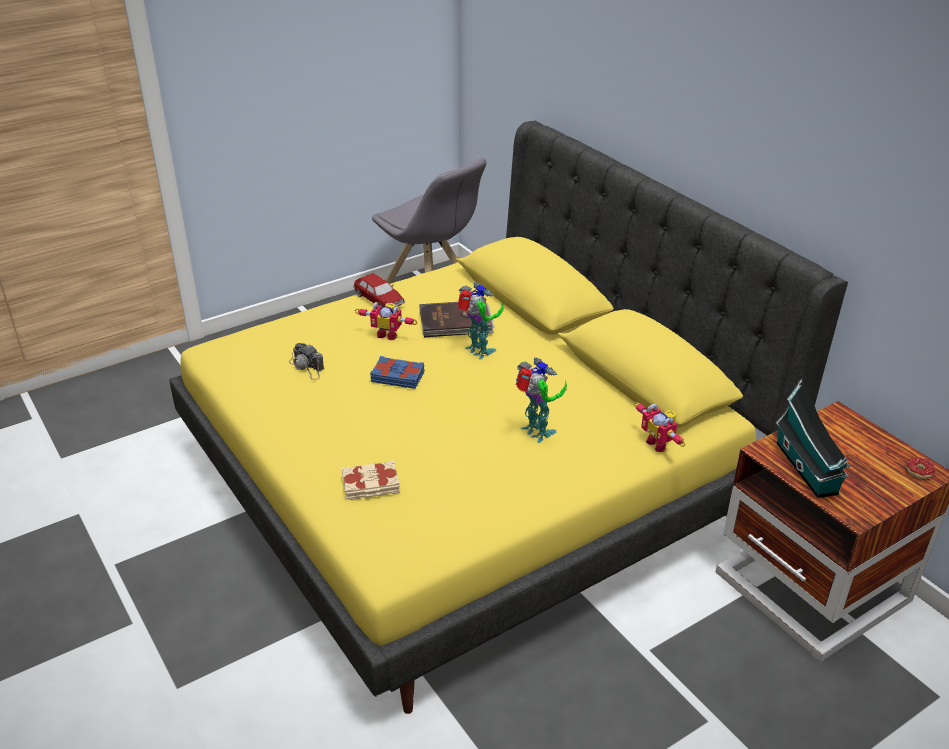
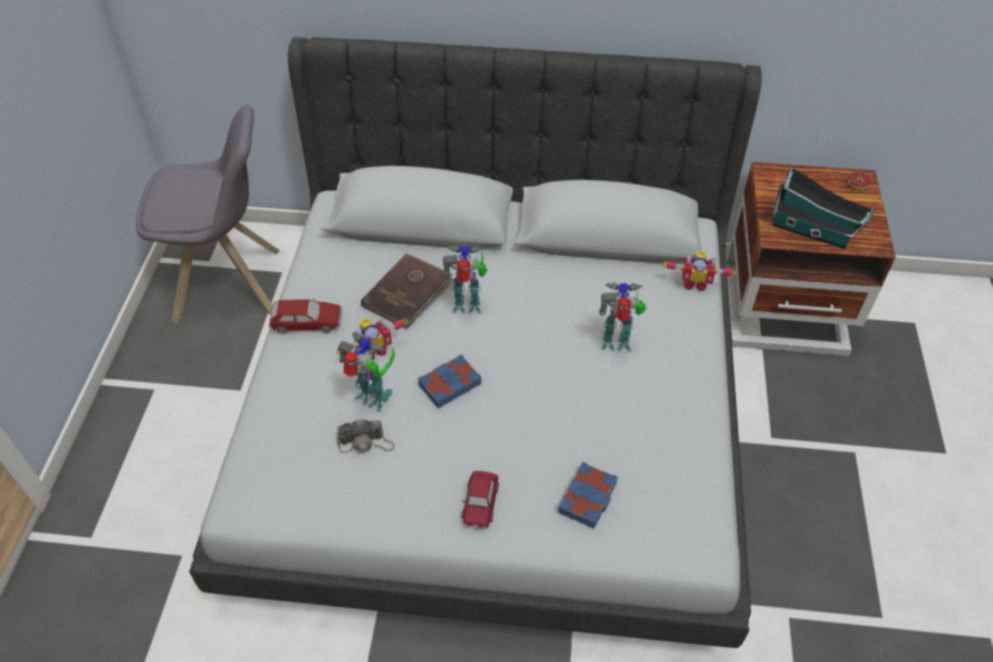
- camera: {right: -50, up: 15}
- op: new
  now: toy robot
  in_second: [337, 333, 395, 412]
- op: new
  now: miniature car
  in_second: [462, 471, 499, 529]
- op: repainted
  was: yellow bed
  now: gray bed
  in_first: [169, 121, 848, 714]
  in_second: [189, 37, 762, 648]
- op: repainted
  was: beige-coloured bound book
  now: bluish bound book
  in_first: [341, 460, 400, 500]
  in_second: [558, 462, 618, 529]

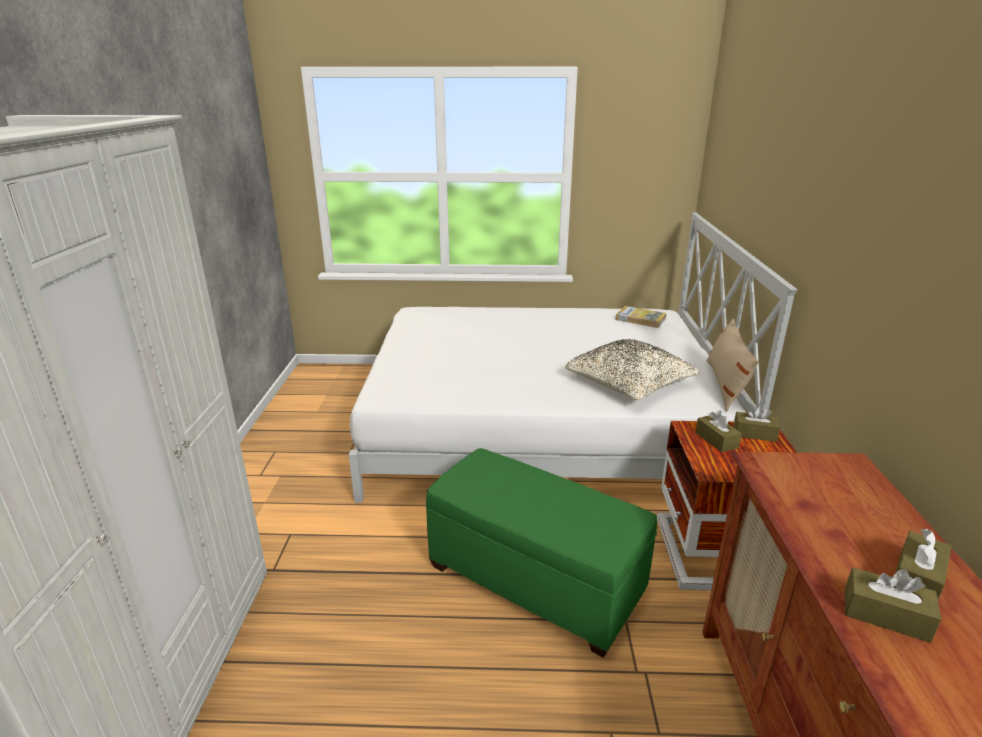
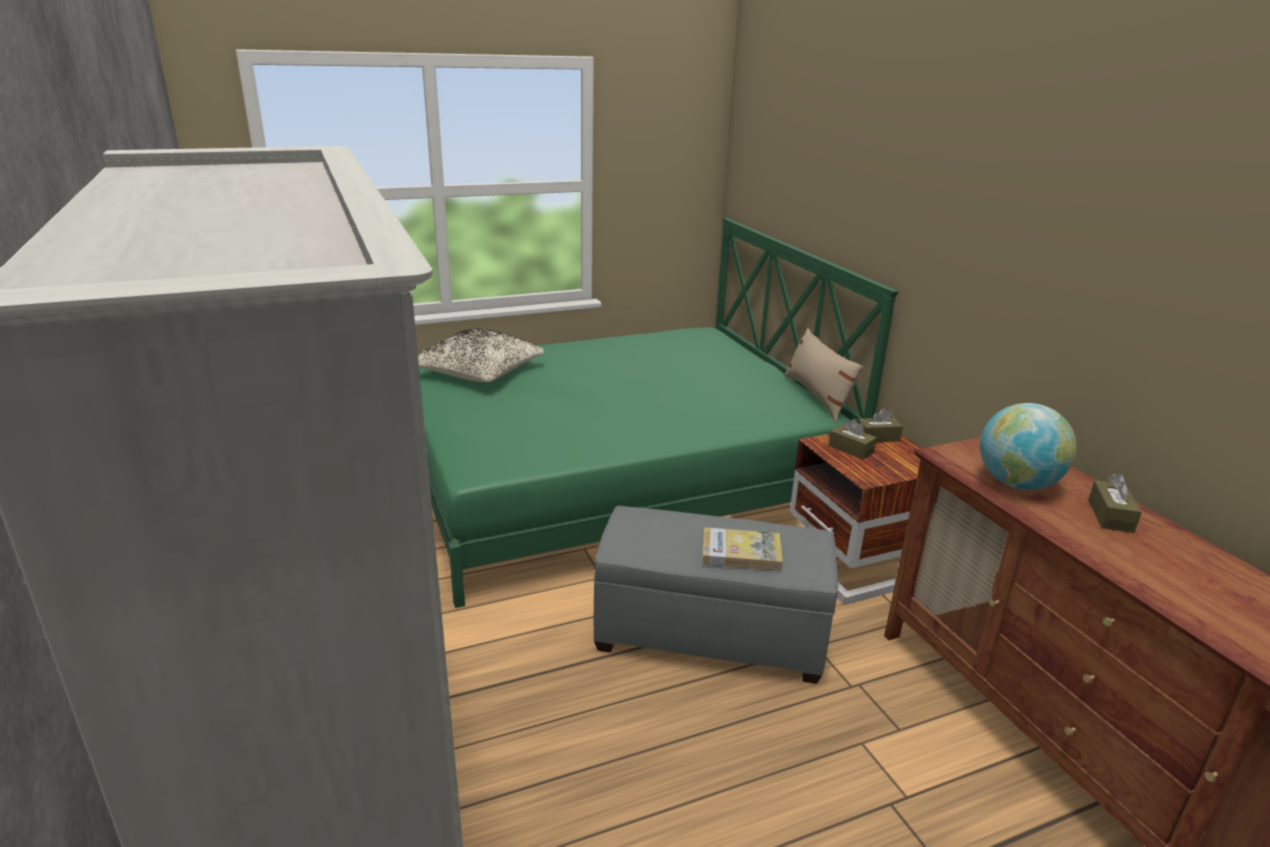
- camera: {right: -25, up: 0}
- op: gone
  was: brown-coloured tissue box
  in_first: [845, 567, 942, 643]
- op: new
  now: desk globe
  in_second: [980, 403, 1077, 490]
- op: shifted
  was: beige-coloured pillow
  in_first: [565, 339, 699, 400]
  in_second: [418, 328, 545, 382]
- op: shifted
  was: bound book
  in_first: [615, 306, 667, 328]
  in_second: [702, 527, 783, 571]
- op: repainted
  was: whitish bed
  now: green bed
  in_first: [349, 212, 797, 503]
  in_second: [419, 218, 899, 608]
- op: repainted
  was: green footrest
  now: gray footrest
  in_first: [426, 448, 657, 658]
  in_second: [594, 506, 838, 684]

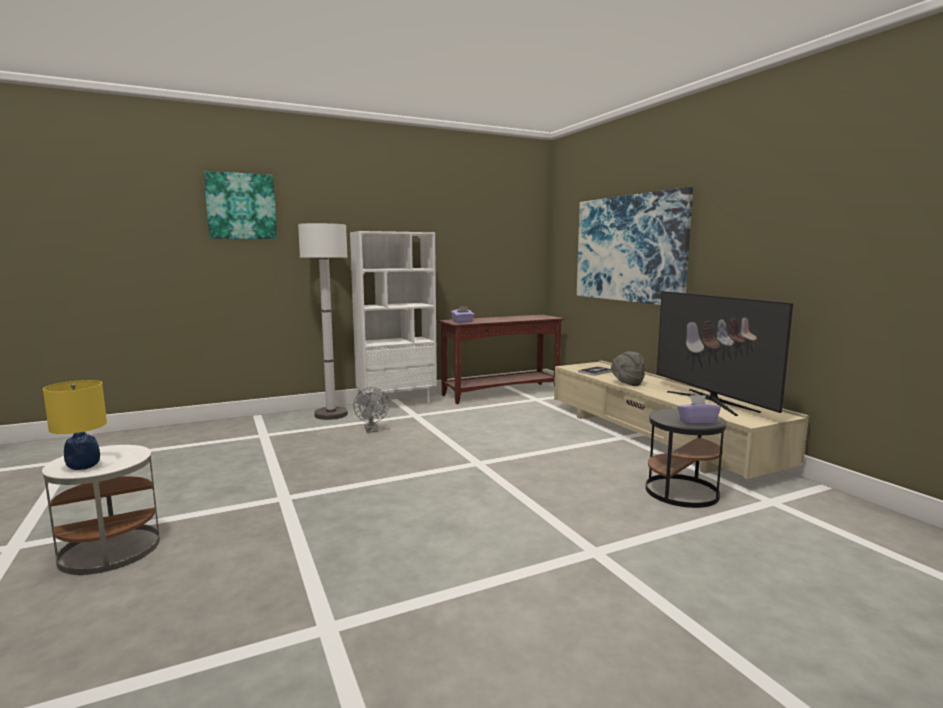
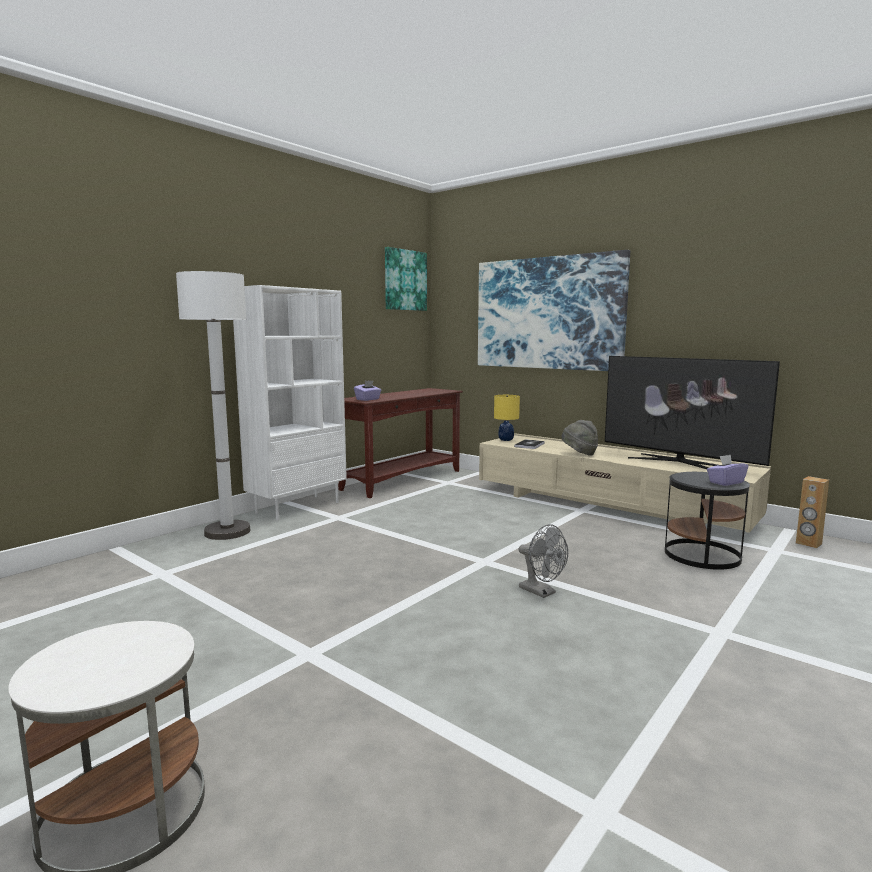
- camera: {right: -25, up: 0}
- op: new
  now: brown-coloured speaker
  in_second: [796, 476, 829, 548]
- op: shifted
  was: yellow tabletop lamp
  in_first: [43, 380, 107, 470]
  in_second: [494, 395, 520, 441]
- op: shifted
  was: picture
  in_first: [204, 171, 277, 239]
  in_second: [385, 247, 427, 311]
- op: shifted
  was: gray fan
  in_first: [353, 387, 389, 433]
  in_second: [519, 524, 568, 598]

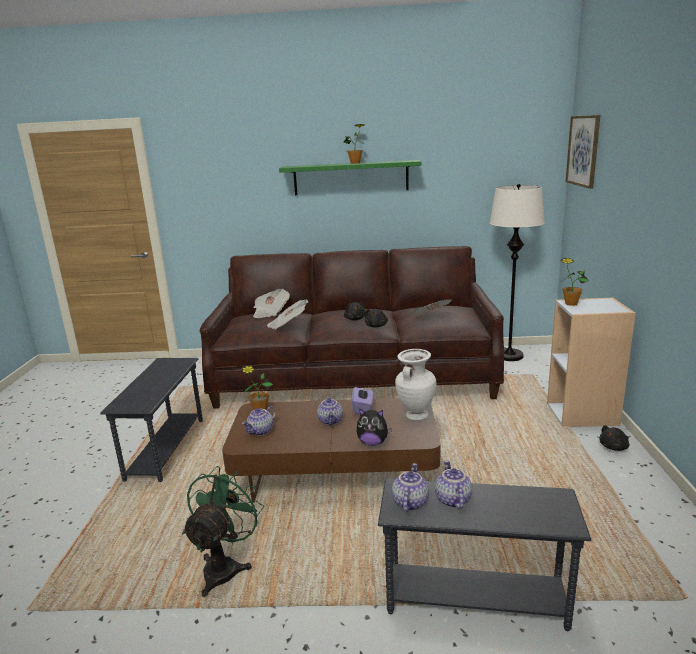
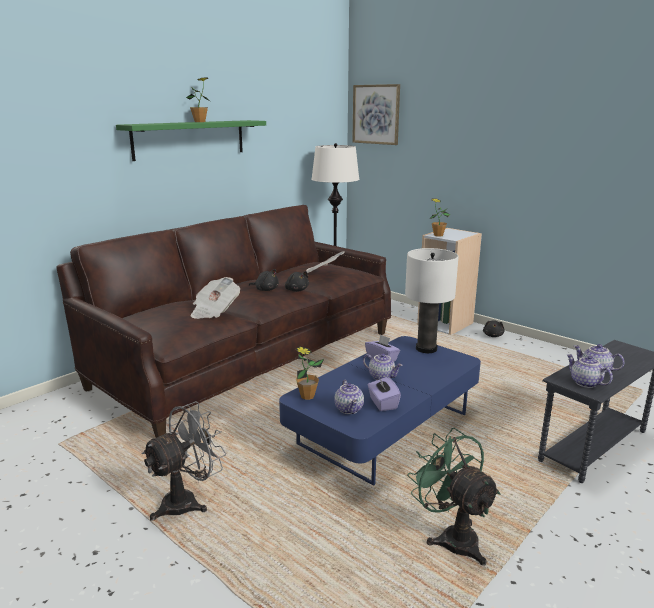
- camera: {right: -50, up: 0}
- op: gone
  was: newspaper
  in_first: [253, 289, 290, 318]
- op: gone
  was: soft toy
  in_first: [356, 408, 392, 446]
- op: new
  now: purple-coloured tissue box
  in_second: [367, 375, 401, 411]
- op: swapped
  was: gray accent table
  now: gray fan
  in_first: [100, 358, 203, 482]
  in_second: [142, 401, 226, 520]
- op: swapped
  was: whitish decorative vase
  now: whitish tabletop lamp
  in_first: [395, 349, 436, 421]
  in_second: [405, 248, 459, 353]
- op: repainted
  was: brown-coloured lounge table
  now: bluish lounge table
  in_first: [222, 398, 441, 503]
  in_second: [279, 336, 481, 486]

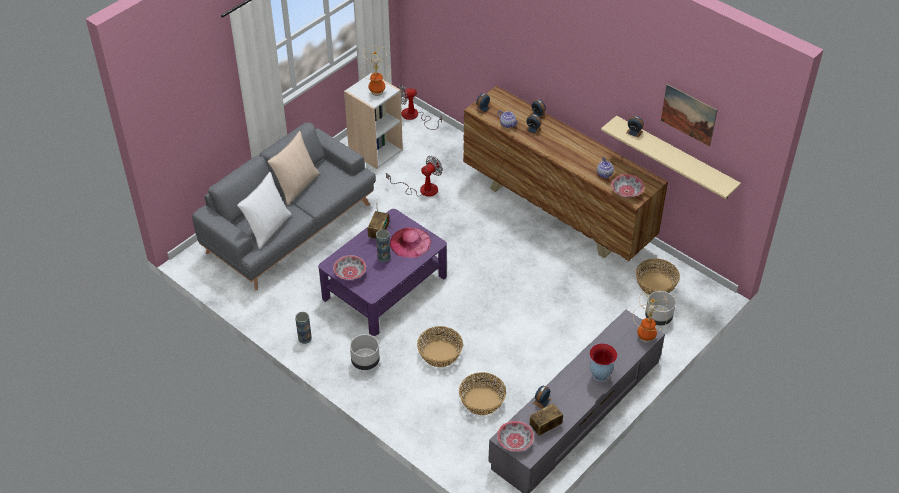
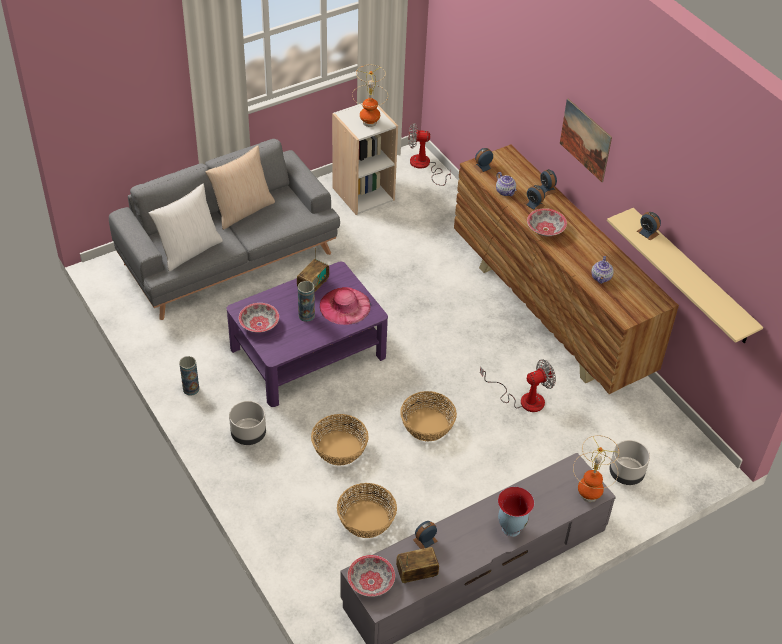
- camera: {right: 15, up: 0}
- op: shifted
  was: fan
  in_first: [386, 156, 443, 197]
  in_second: [480, 359, 556, 412]
- op: shifted
  was: serving bowl
  in_first: [611, 174, 644, 198]
  in_second: [527, 208, 567, 236]
- op: shifted
  was: basket
  in_first: [636, 258, 680, 295]
  in_second: [400, 391, 457, 442]
- op: shifted
  was: picture
  in_first: [661, 84, 718, 147]
  in_second: [560, 99, 612, 182]

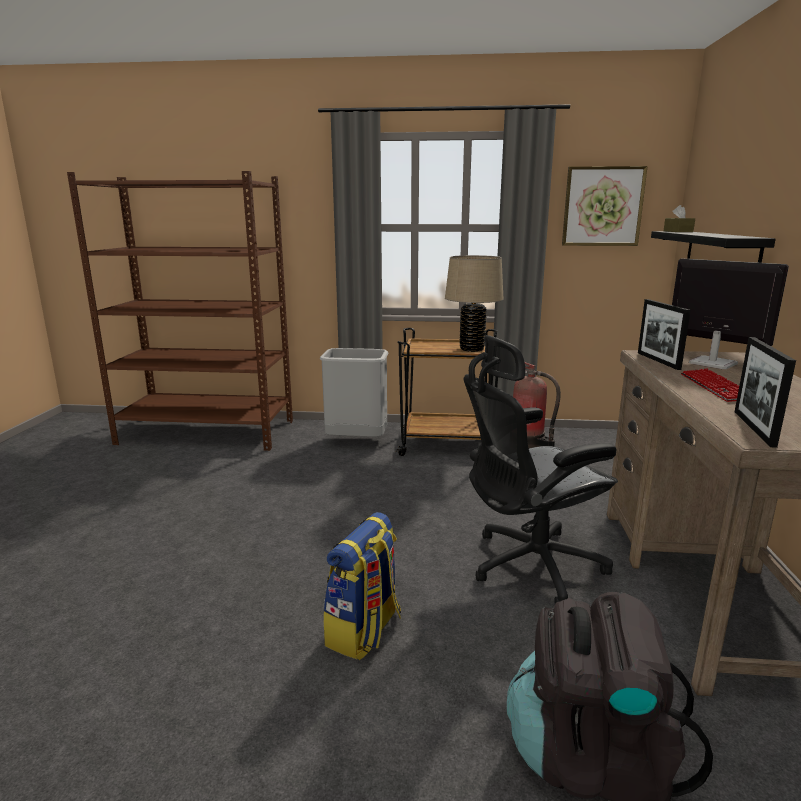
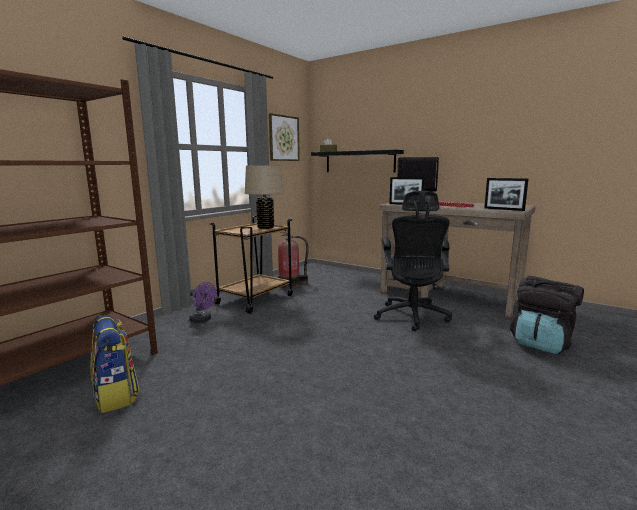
- camera: {right: -60, up: -5}
- op: shifted
  was: backpack
  in_first: [323, 512, 401, 660]
  in_second: [90, 315, 140, 413]
- op: swapped
  was: gray trash can
  now: purple-coloured fan
  in_first: [320, 348, 388, 437]
  in_second: [189, 282, 217, 323]

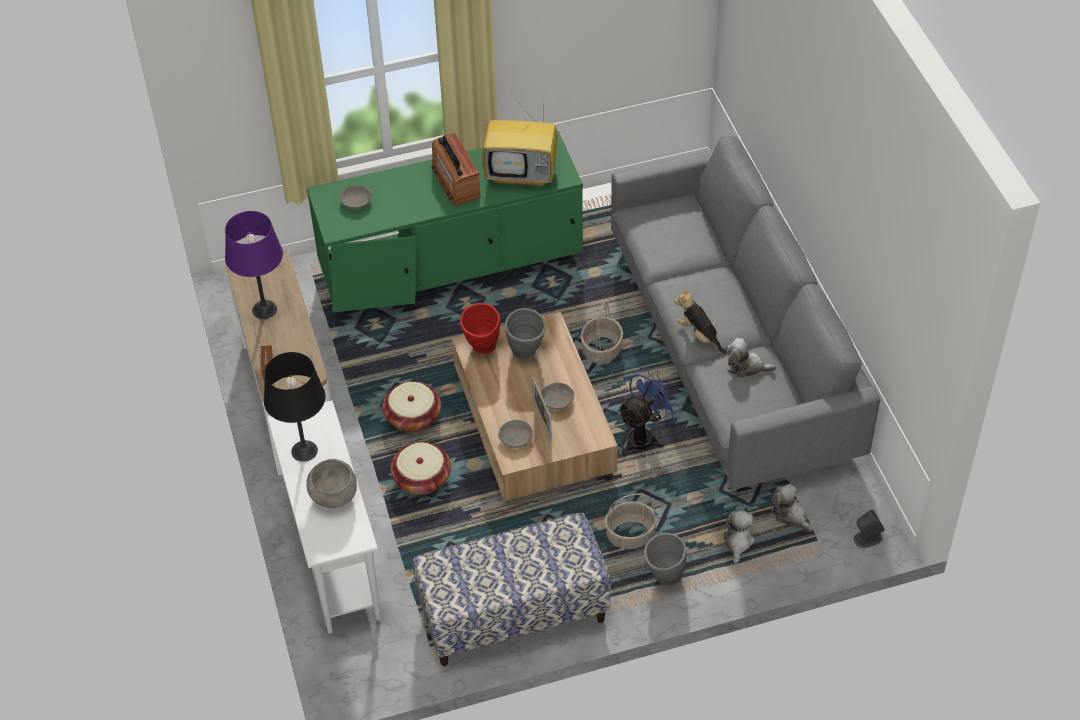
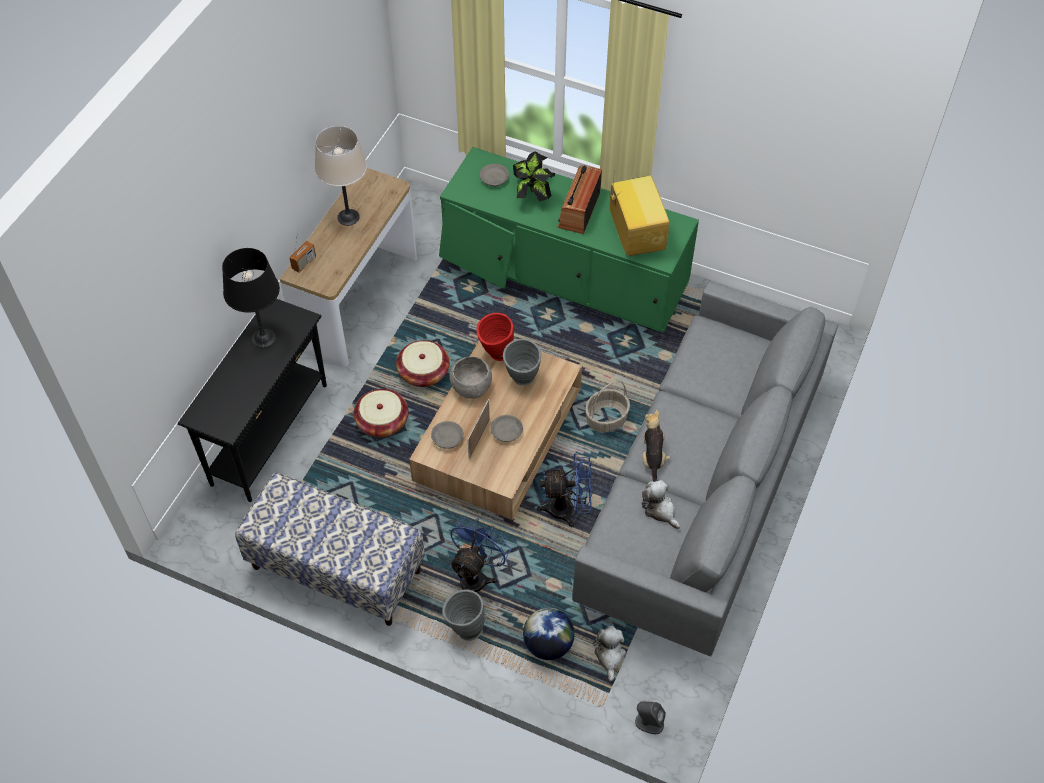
- camera: {right: 40, up: 5}
- op: new
  now: houseplant
  in_second: [513, 151, 555, 202]
- op: shifted
  was: gray serving bowl
  in_first: [306, 459, 357, 508]
  in_second: [449, 357, 492, 399]
- op: swapped
  was: basket
  now: bluish fan
  in_first: [604, 494, 657, 549]
  in_second: [449, 517, 511, 592]
- op: swapped
  was: soft toy
  now: desk globe
  in_first: [722, 509, 755, 564]
  in_second: [523, 608, 575, 660]
- op: repainted
  was: purple-coloured tabletop lamp
  now: beige-coloured tabletop lamp
  in_first: [225, 211, 283, 319]
  in_second: [315, 126, 367, 226]
- op: repainted
  was: whitish hall table
  now: blackish hall table
  in_first: [267, 400, 381, 634]
  in_second: [178, 299, 327, 502]
- op: rotated
  was: TV set
  in_first: [482, 97, 557, 186]
  in_second: [610, 168, 669, 256]
  clockwise: -150

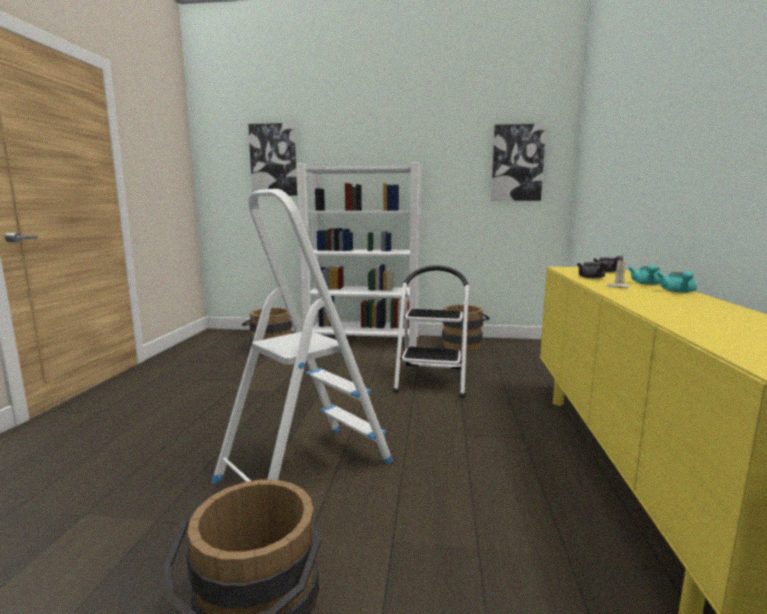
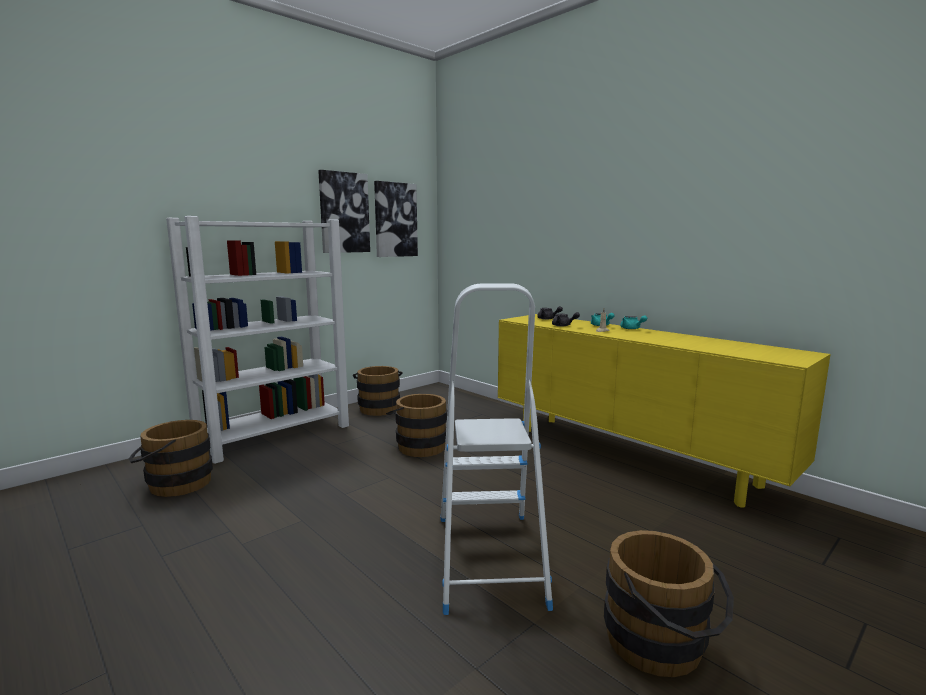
- camera: {right: -50, up: 0}
- op: shifted
  was: picture
  in_first: [248, 123, 297, 196]
  in_second: [318, 170, 370, 253]
- op: swapped
  was: step ladder
  now: brown-coloured water bucket
  in_first: [393, 265, 469, 398]
  in_second: [386, 394, 447, 457]

